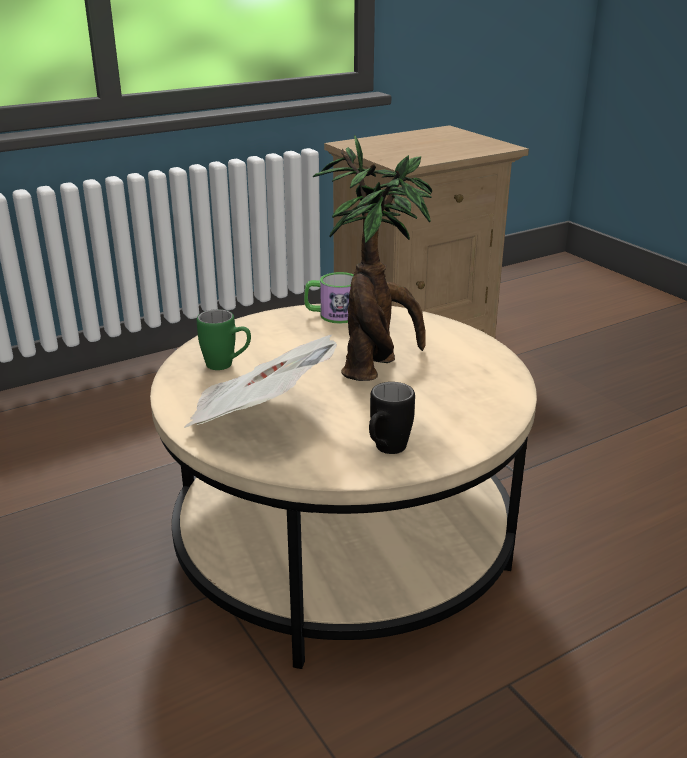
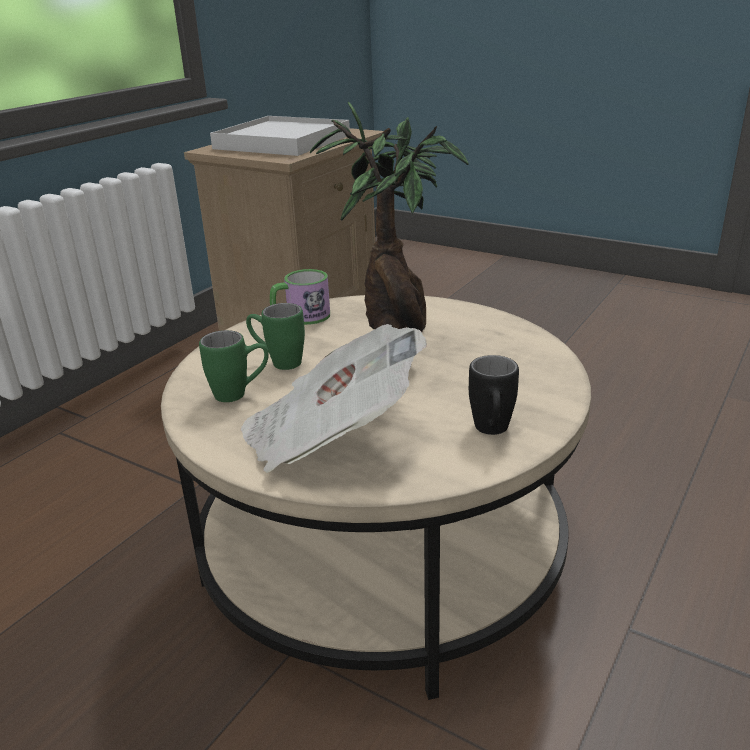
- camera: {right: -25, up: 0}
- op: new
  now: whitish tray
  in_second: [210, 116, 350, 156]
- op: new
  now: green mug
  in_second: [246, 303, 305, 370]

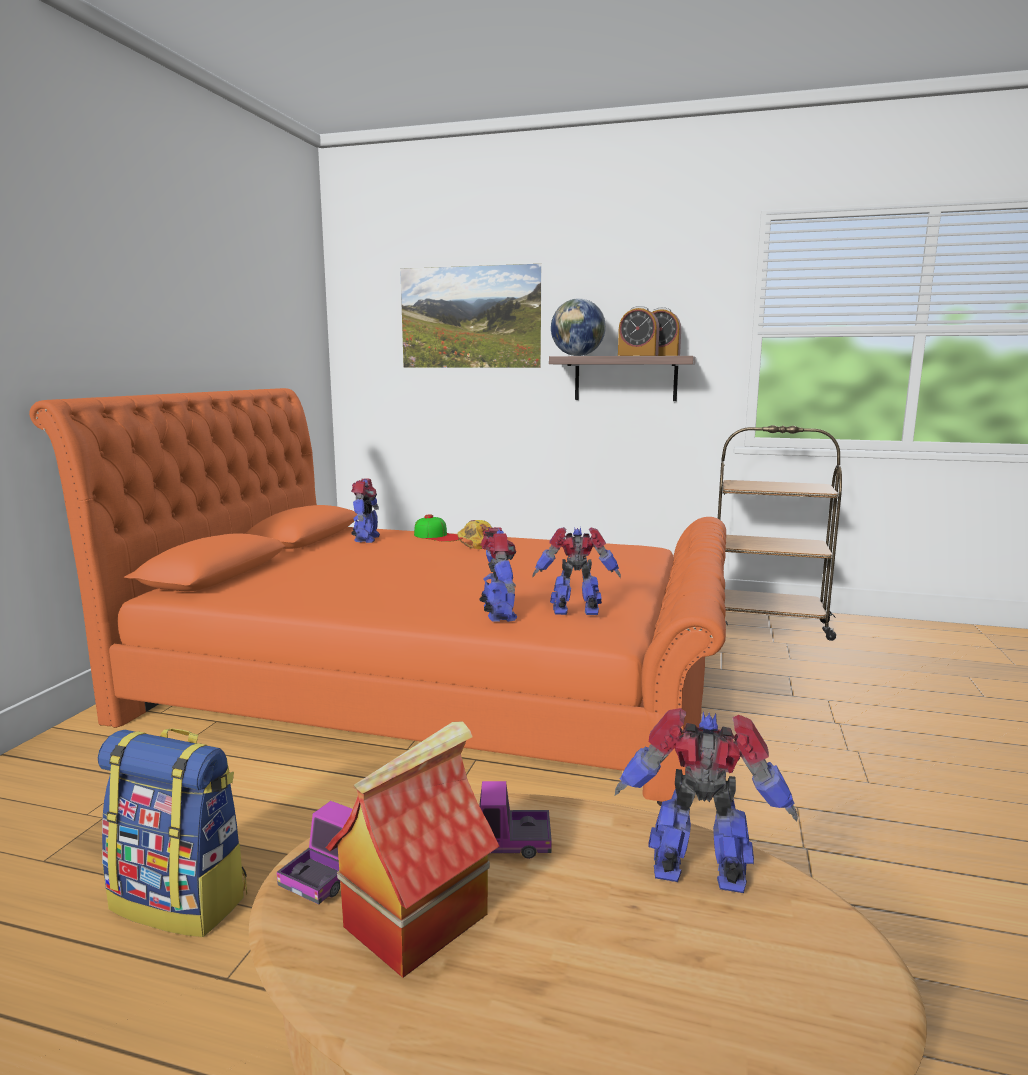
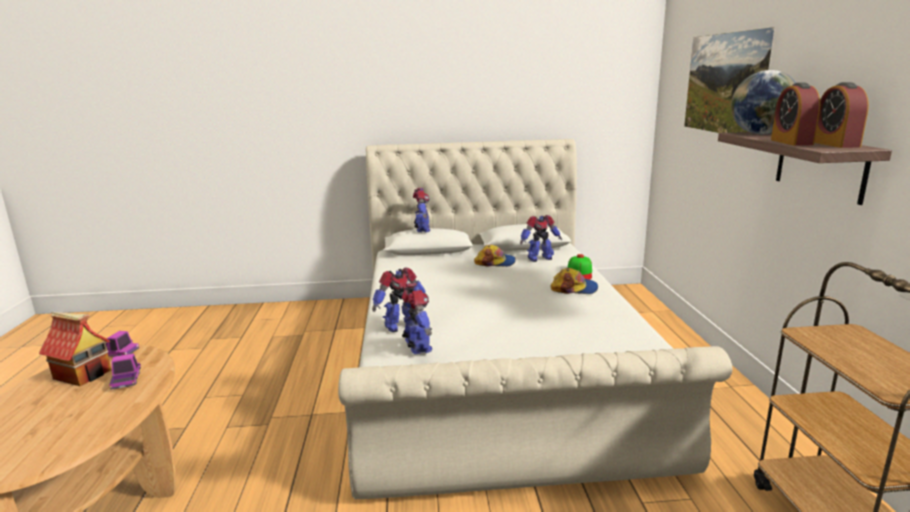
- camera: {right: 70, up: 5}
- op: gone
  was: backpack
  in_first: [98, 728, 247, 937]
- op: new
  now: baseball cap
  in_second: [474, 244, 516, 267]
- op: shifted
  was: toy robot
  in_first: [615, 708, 798, 893]
  in_second: [413, 188, 430, 233]
- op: repainted
  was: orange-coloured bed
  now: beige-coloured bed
  in_first: [29, 388, 726, 806]
  in_second: [338, 139, 733, 499]

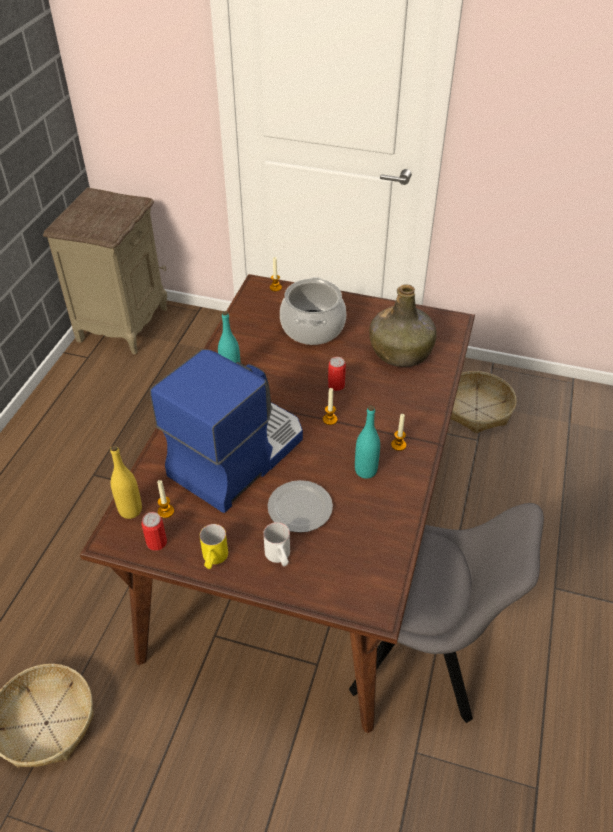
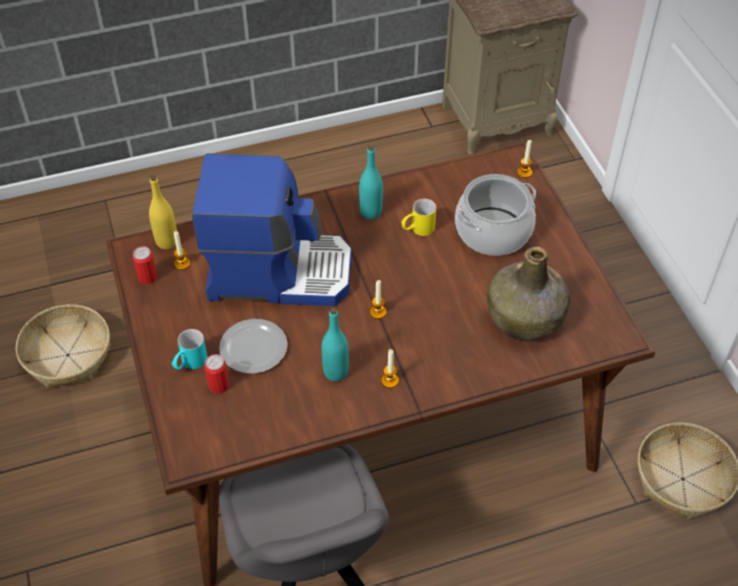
- camera: {right: 55, up: 5}
- op: shifted
  was: yellow mug
  in_first: [200, 524, 228, 569]
  in_second: [401, 199, 436, 236]
- op: shifted
  was: sealed can
  in_first: [328, 357, 346, 391]
  in_second: [204, 354, 229, 393]
- op: repainted
  was: whitish mug
  now: turquoise-coloured mug
  in_first: [263, 522, 290, 566]
  in_second: [172, 329, 208, 370]

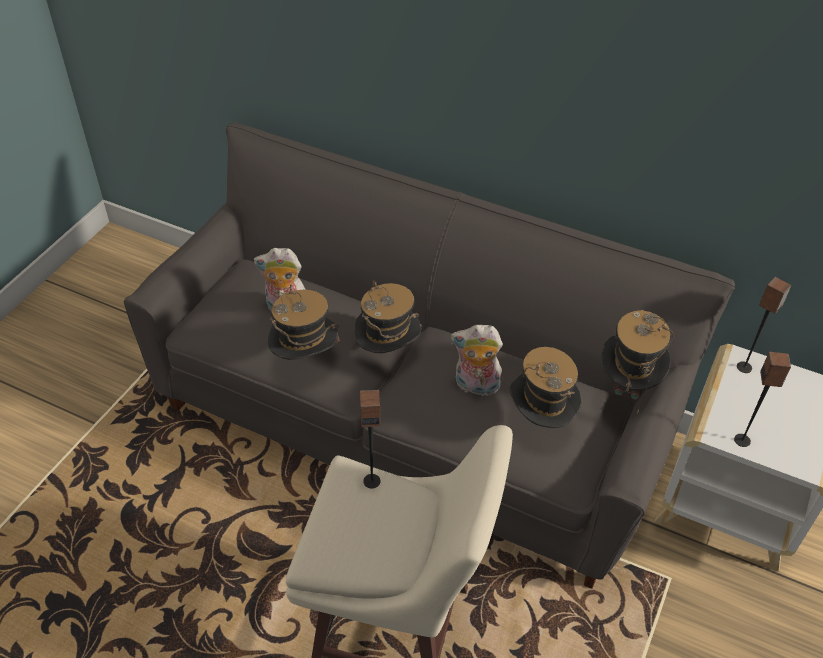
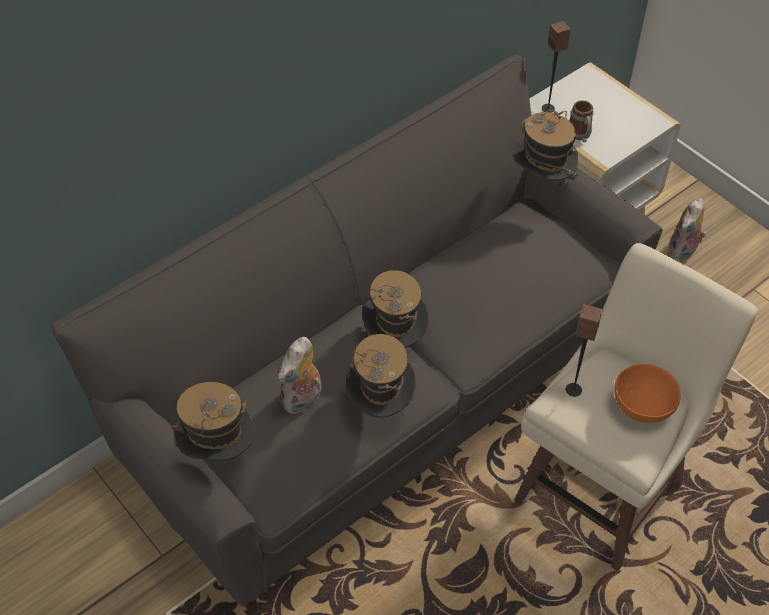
- camera: {right: -65, up: 5}
- op: gone
  was: speaker
  in_first: [734, 352, 791, 447]
- op: new
  now: mug
  in_second: [569, 100, 594, 142]
- op: new
  now: orange-coloured serving bowl
  in_second: [614, 364, 681, 423]
- op: shifted
  was: soft toy
  in_first: [451, 325, 503, 396]
  in_second: [667, 198, 706, 262]
- op: shifted
  was: wearable hat
  in_first: [510, 347, 582, 428]
  in_second: [171, 382, 255, 464]

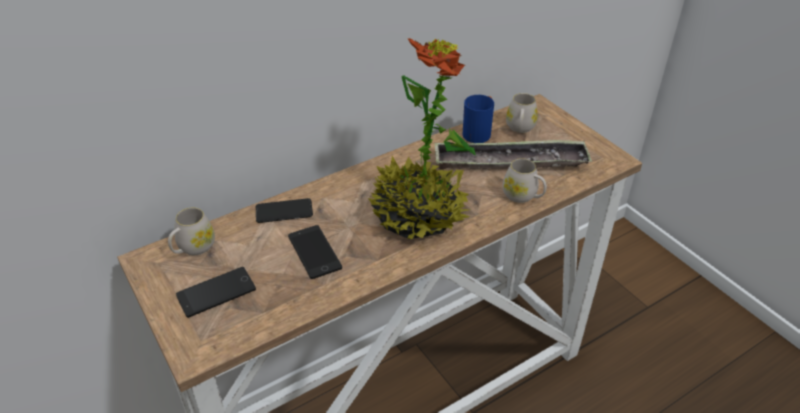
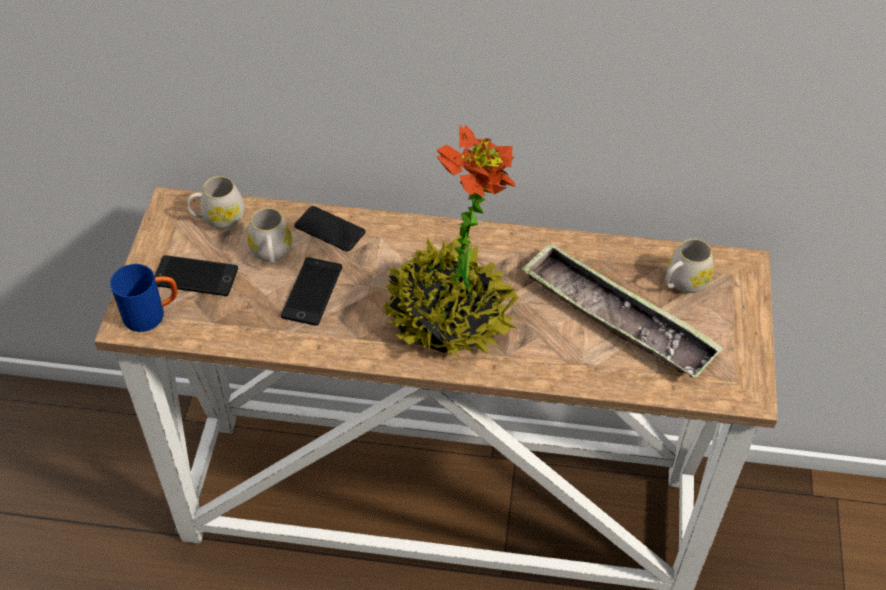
- camera: {right: 40, up: 10}
- op: shifted
  was: bluish mug
  in_first: [463, 95, 494, 143]
  in_second: [110, 264, 178, 332]
- op: shifted
  was: whitish mug
  in_first: [503, 158, 547, 203]
  in_second: [247, 208, 292, 264]

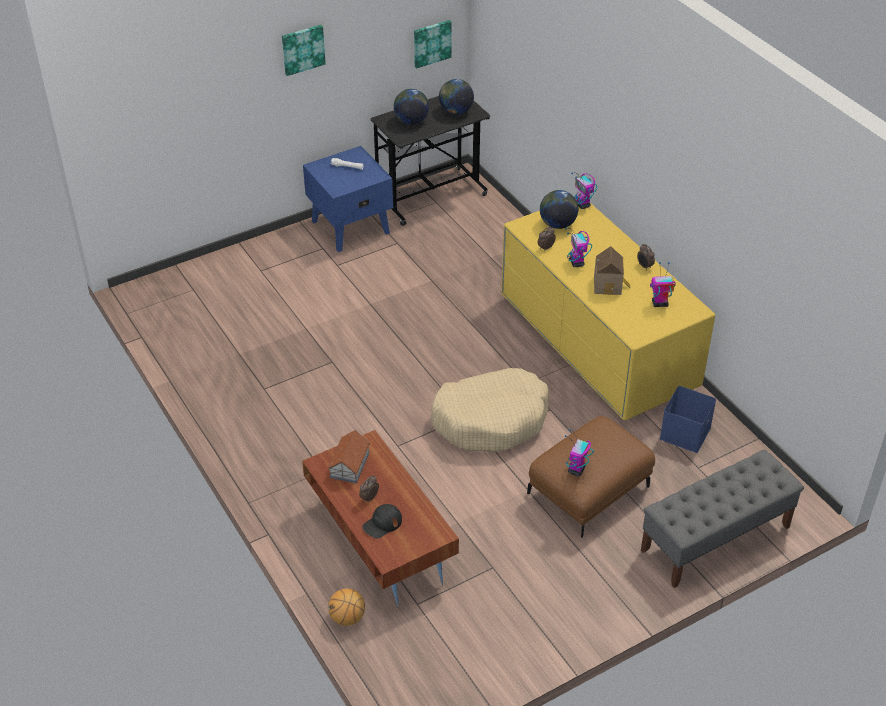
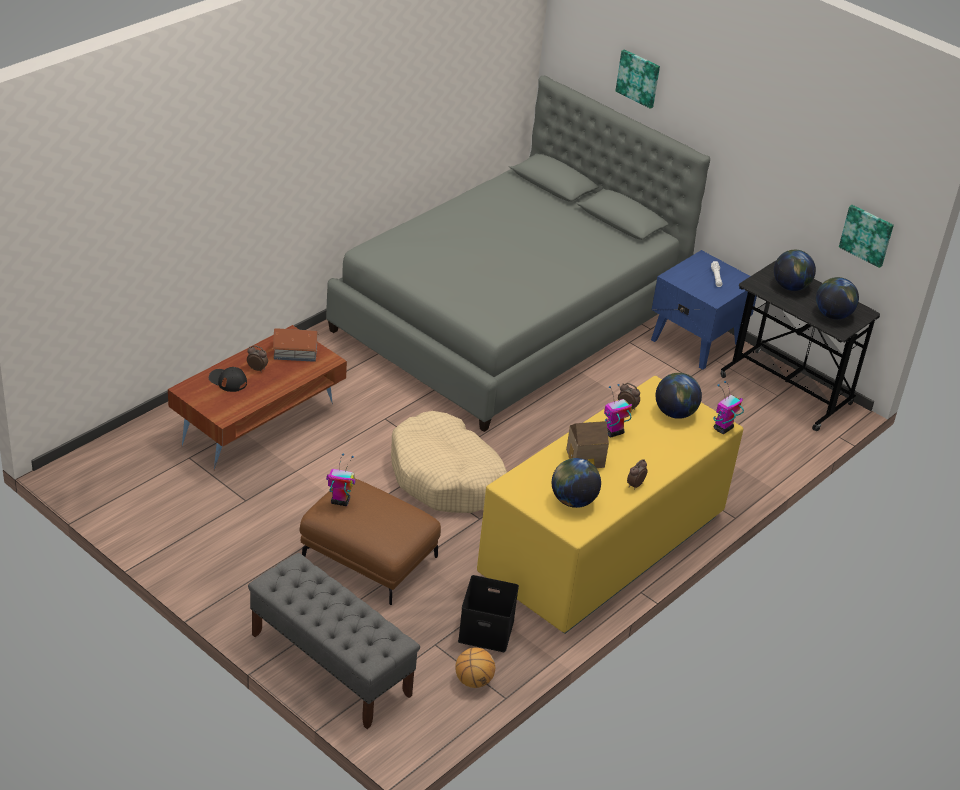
- camera: {right: 70, up: -5}
- op: new
  now: gray bed
  in_second: [326, 76, 710, 432]
- op: shifted
  was: picture
  in_first: [282, 25, 326, 76]
  in_second: [615, 49, 660, 109]
- op: shifted
  was: ball for basketball
  in_first: [328, 588, 365, 626]
  in_second: [455, 647, 495, 688]
- op: swapped
  was: toy robot
  now: desk globe
  in_first: [650, 262, 676, 307]
  in_second: [552, 458, 601, 508]
- op: repainted
  was: bluish storage box
  now: blackish storage box
  in_first: [660, 386, 716, 453]
  in_second: [458, 575, 519, 652]

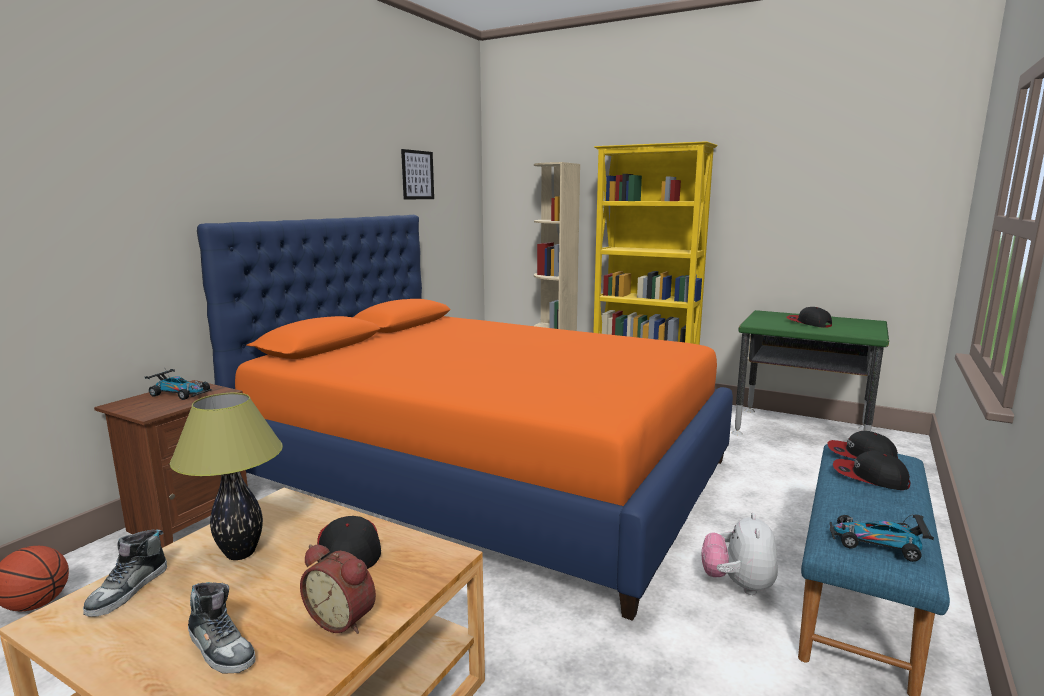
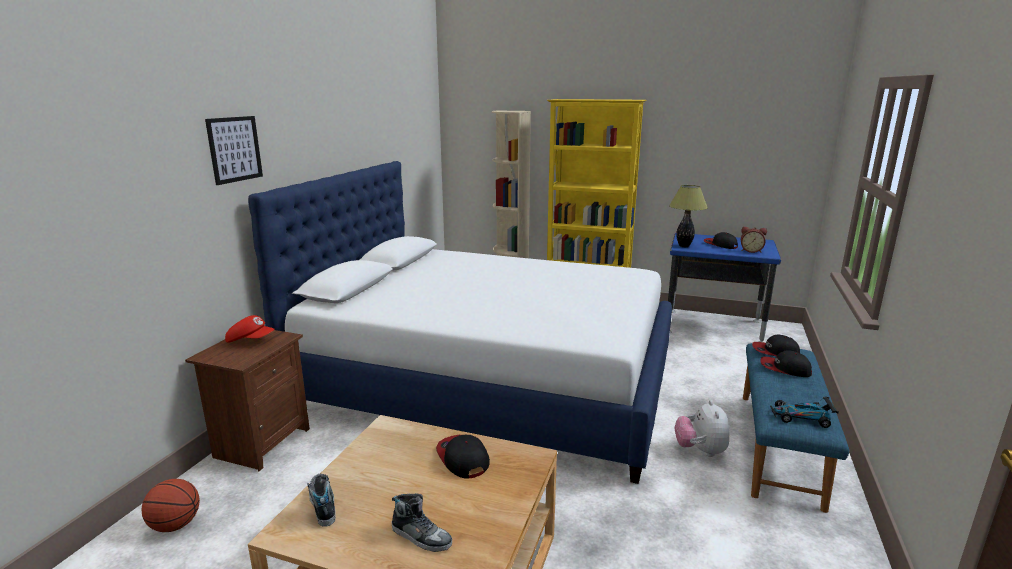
- camera: {right: -10, up: 5}
- op: shifted
  was: tabletop lamp
  in_first: [170, 393, 283, 560]
  in_second: [669, 185, 708, 247]
- op: shifted
  was: bedside clock
  in_first: [300, 544, 376, 634]
  in_second: [741, 227, 767, 253]
- op: shifted
  was: picture
  in_first: [401, 149, 434, 199]
  in_second: [205, 116, 263, 185]
- op: swapped
  was: miniature car
  now: red baseball cap
  in_first: [145, 369, 212, 400]
  in_second: [225, 315, 274, 342]
- op: repainted
  was: orange-coloured bed
  now: whitish bed
  in_first: [197, 215, 733, 621]
  in_second: [248, 161, 672, 484]
- op: repainted
  was: green desk
  now: bluish desk
  in_first: [731, 310, 889, 436]
  in_second: [668, 233, 781, 343]
- op: rotated
  was: item of footwear
  in_first: [83, 529, 167, 617]
  in_second: [307, 474, 336, 527]
  clockwise: 150

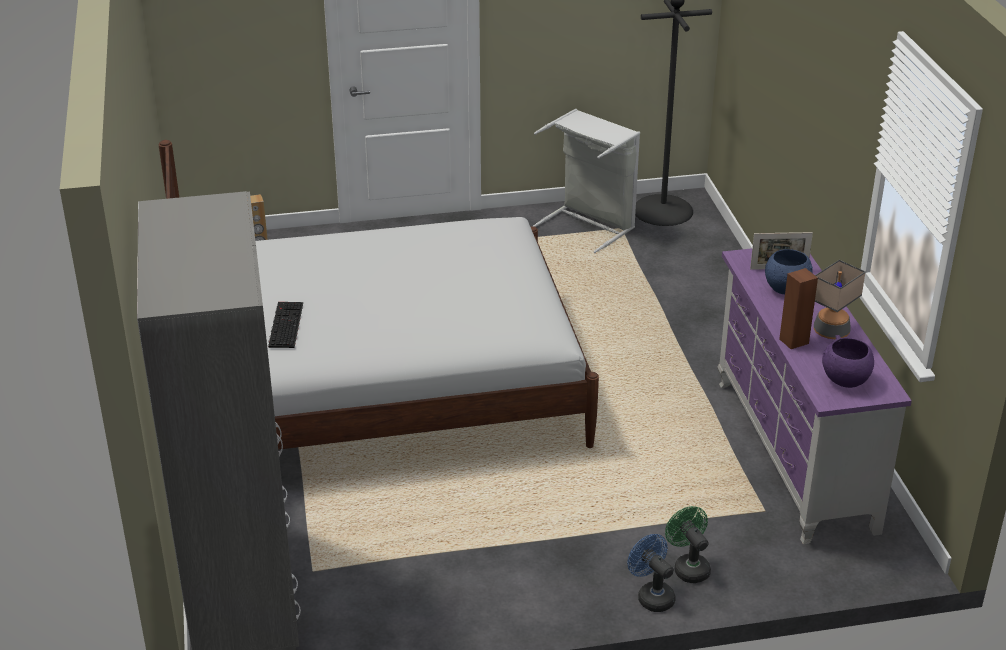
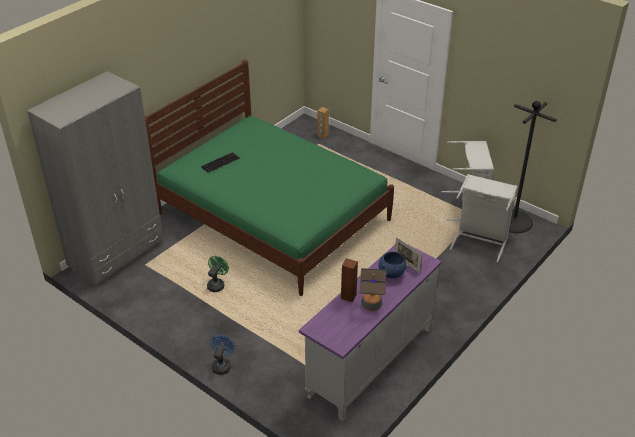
- camera: {right: 50, up: 5}
- op: gone
  was: purple-coloured serving bowl
  in_first: [822, 335, 874, 388]
- op: new
  now: gray laundry basket
  in_second: [450, 174, 518, 262]
- op: shifted
  was: green fan
  in_first: [665, 506, 711, 583]
  in_second: [207, 256, 229, 292]
- op: repainted
  was: whitish bed
  now: green bed
  in_first: [158, 140, 599, 450]
  in_second: [145, 60, 394, 296]

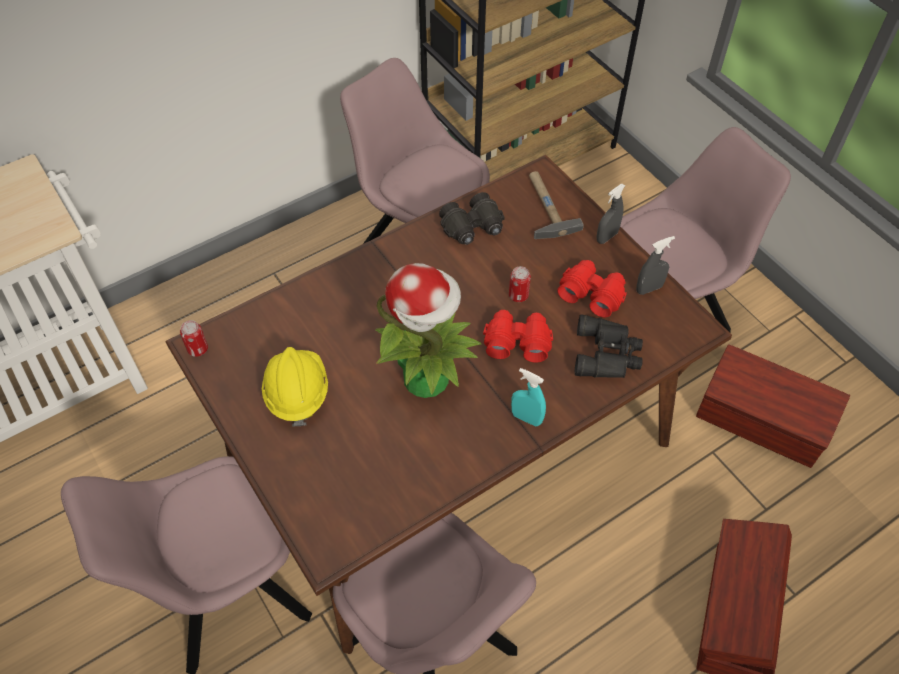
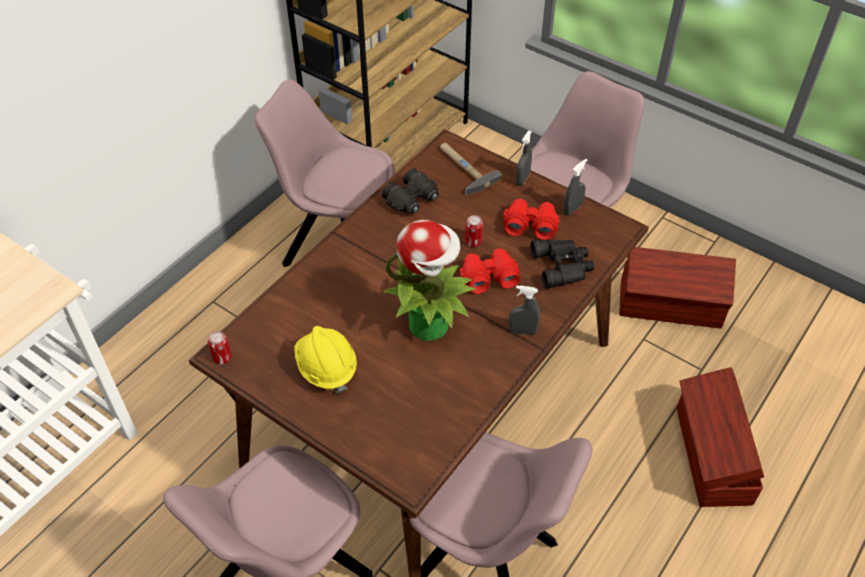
- camera: {right: -20, up: -5}
- op: repainted
  was: turquoise-coloured hand sprayer
  now: gray hand sprayer
  in_first: [511, 368, 546, 426]
  in_second: [509, 285, 540, 336]

